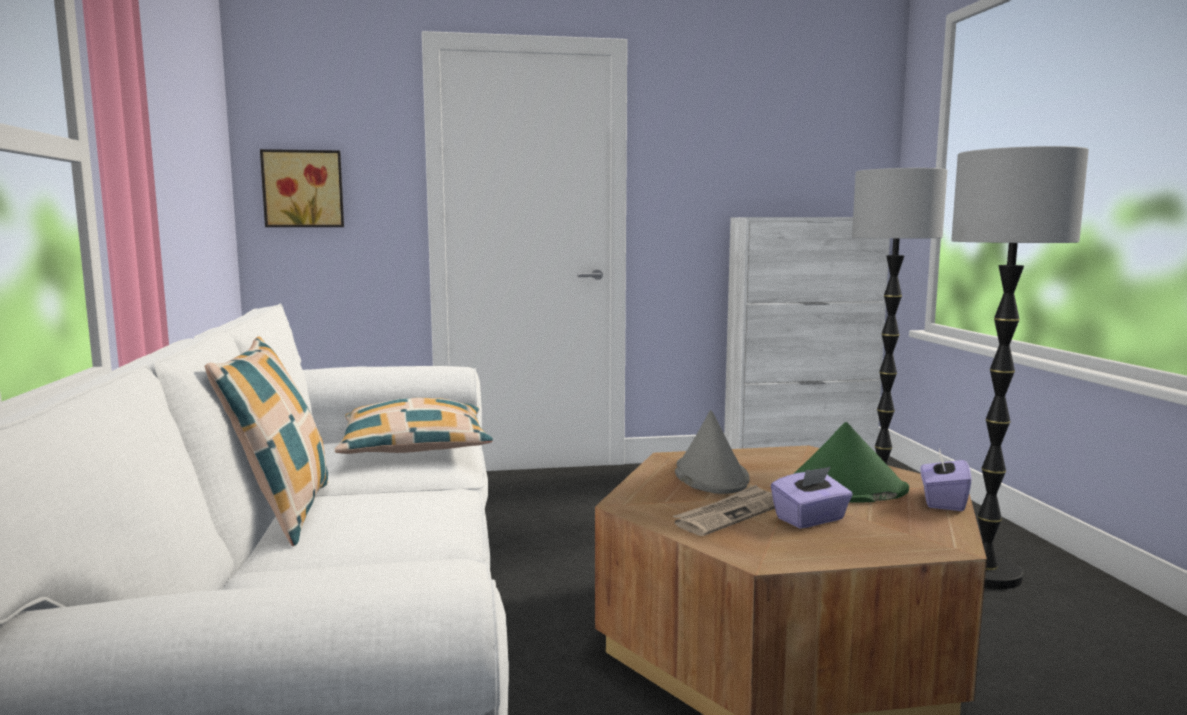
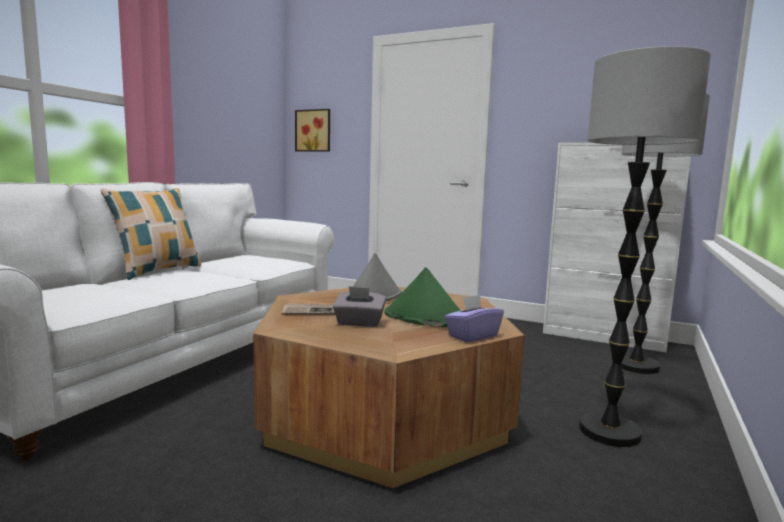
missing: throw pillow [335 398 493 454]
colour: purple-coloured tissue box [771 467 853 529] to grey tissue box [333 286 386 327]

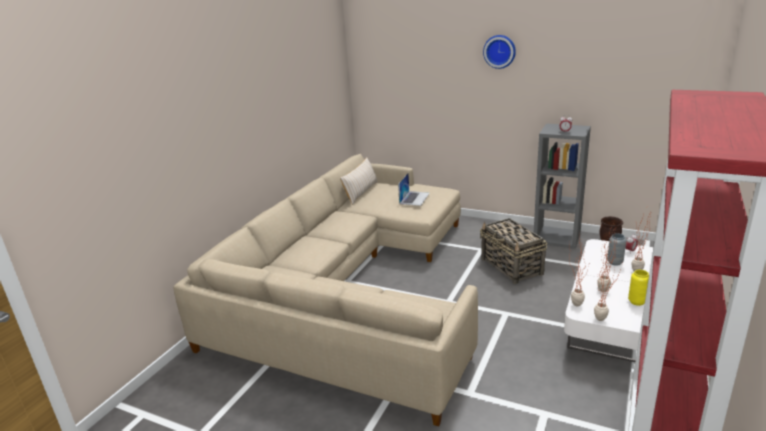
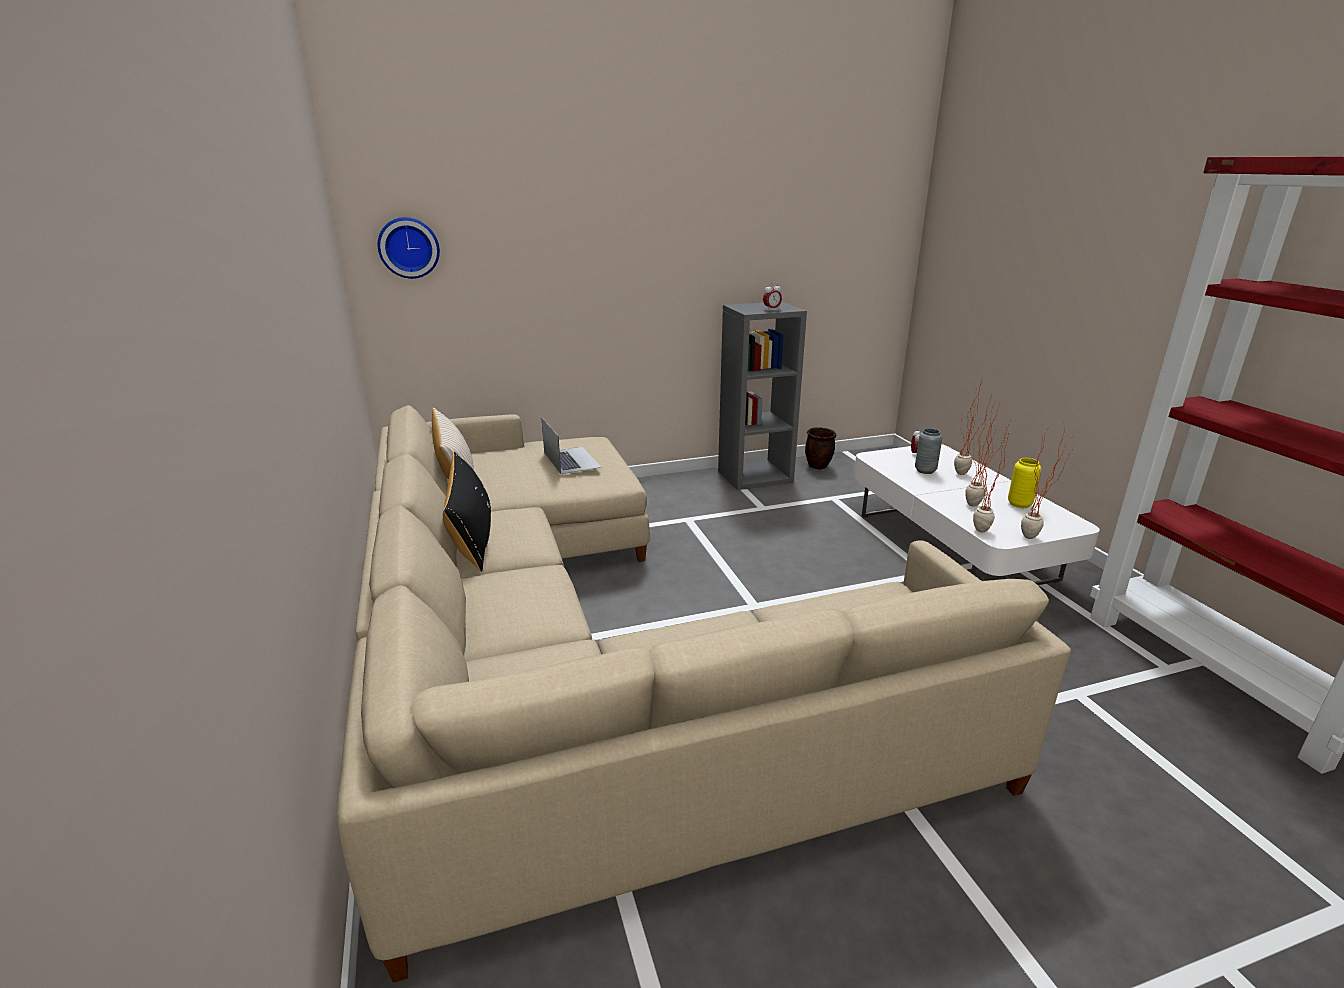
missing: household basket [480 218 547 284]
appeared: black-coloured throw pillow [443 452 491 572]
relocated: wall clock [483 35 516 69] to [378 217 440 279]

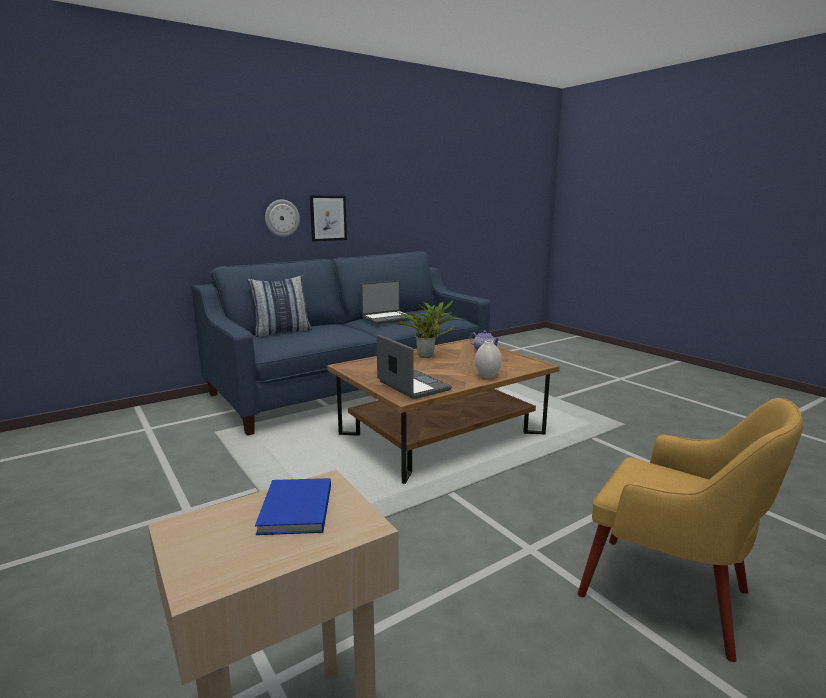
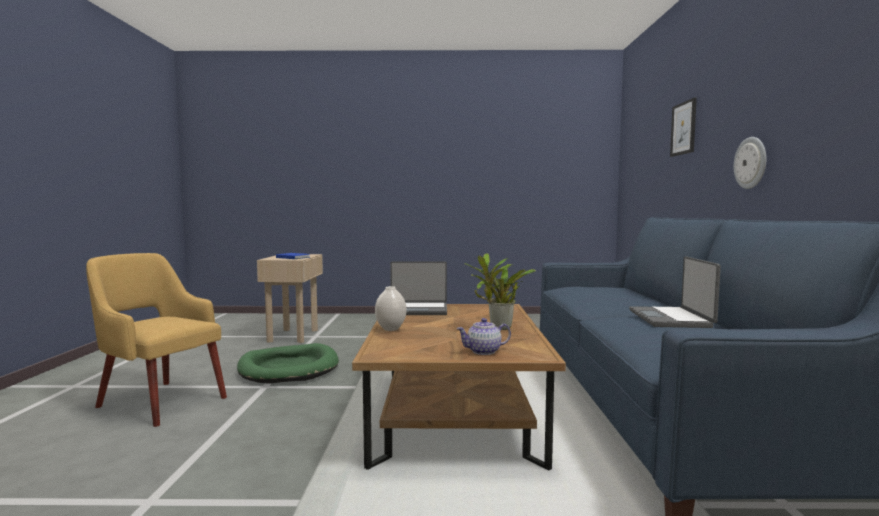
missing: throw pillow [247 275 312 337]
appeared: green pet bed [237 343 339 384]
relocated: wall picture [310 196 347 241] to [670 98 697 157]
spun: yellowish easy chair [578 398 803 662] = [86 253 227 427] 45 degrees clockwise

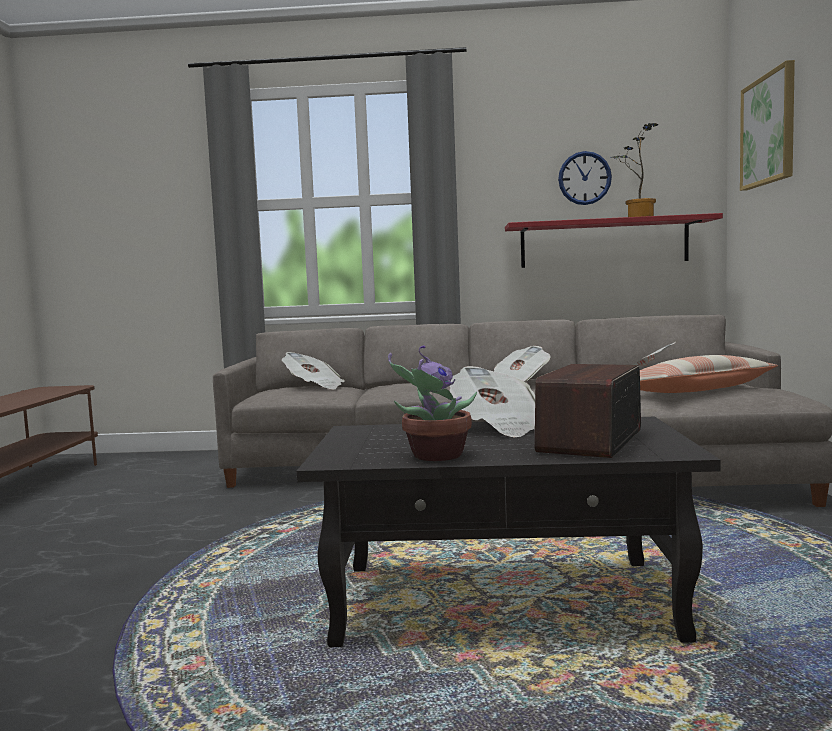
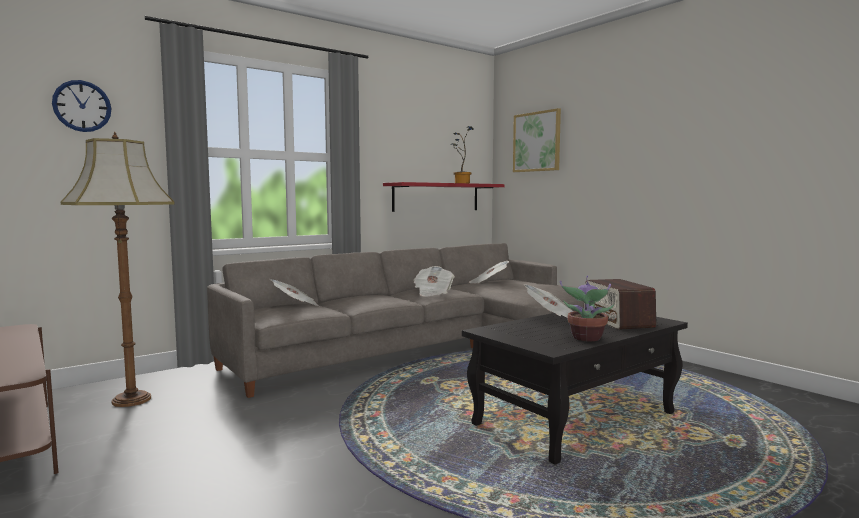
missing: throw pillow [640 355 778 393]
appeared: standard lamp [61 132 175 407]
relocated: wall clock [558 151 612 205] to [52 80 112 132]

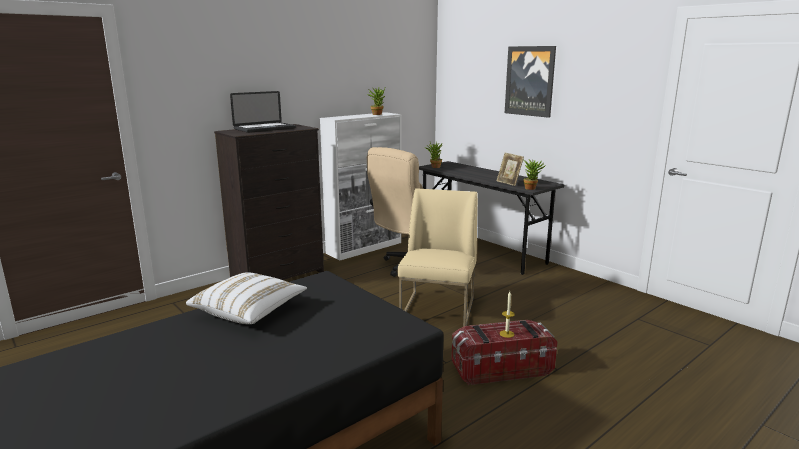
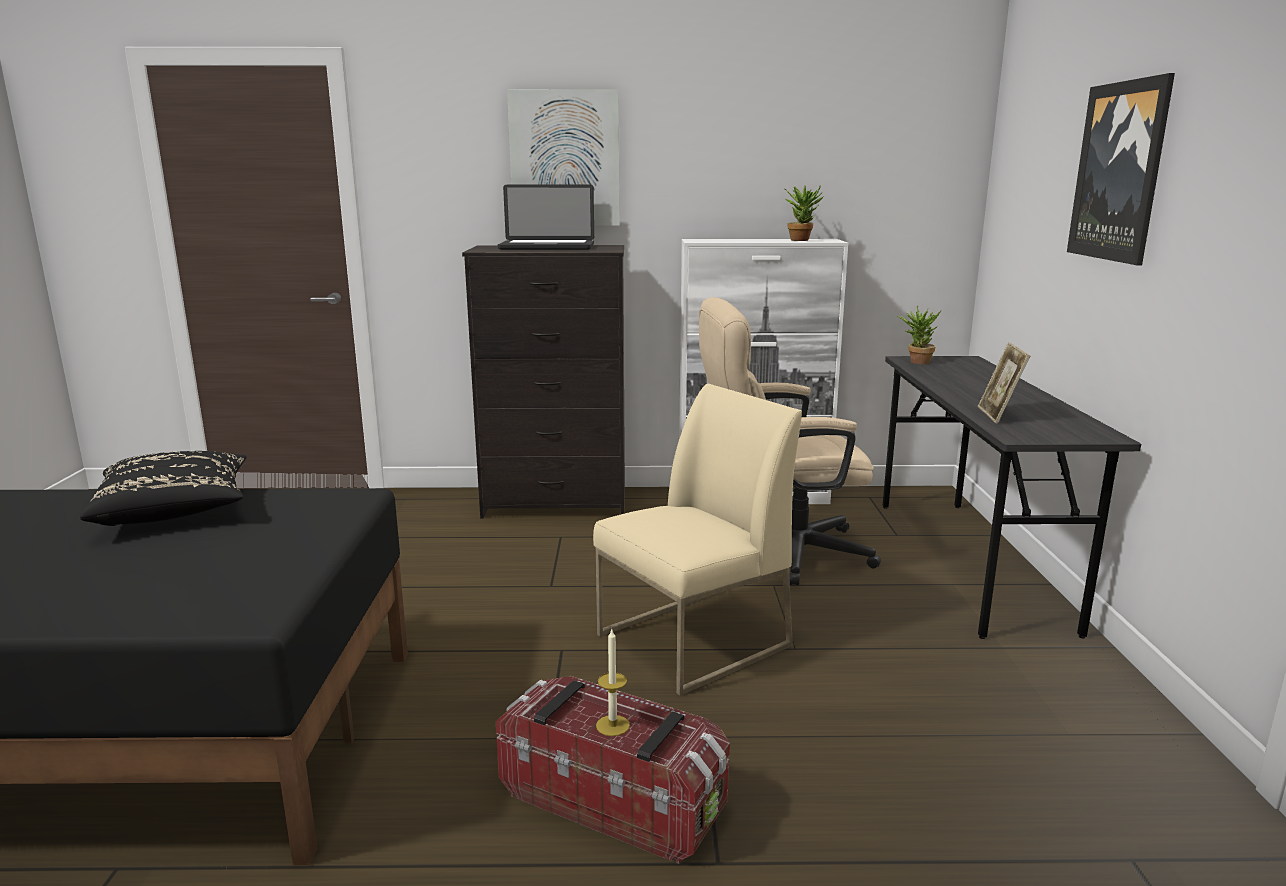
missing: potted plant [523 159 546 190]
appeared: wall picture [507 89 620 226]
colour: whitish throw pillow [186 272 307 324] to black-coloured throw pillow [80 451 246 526]

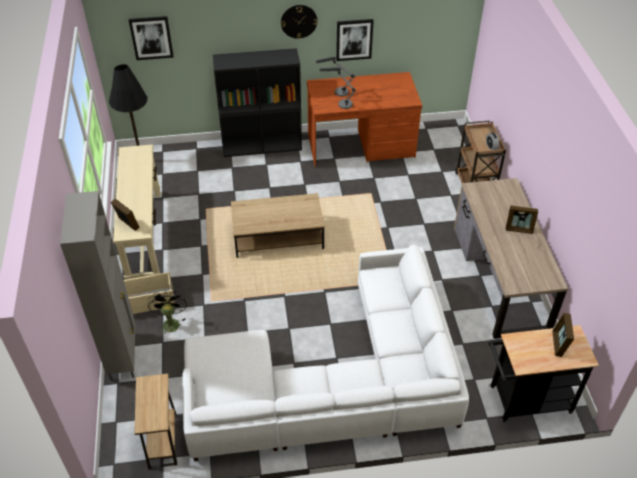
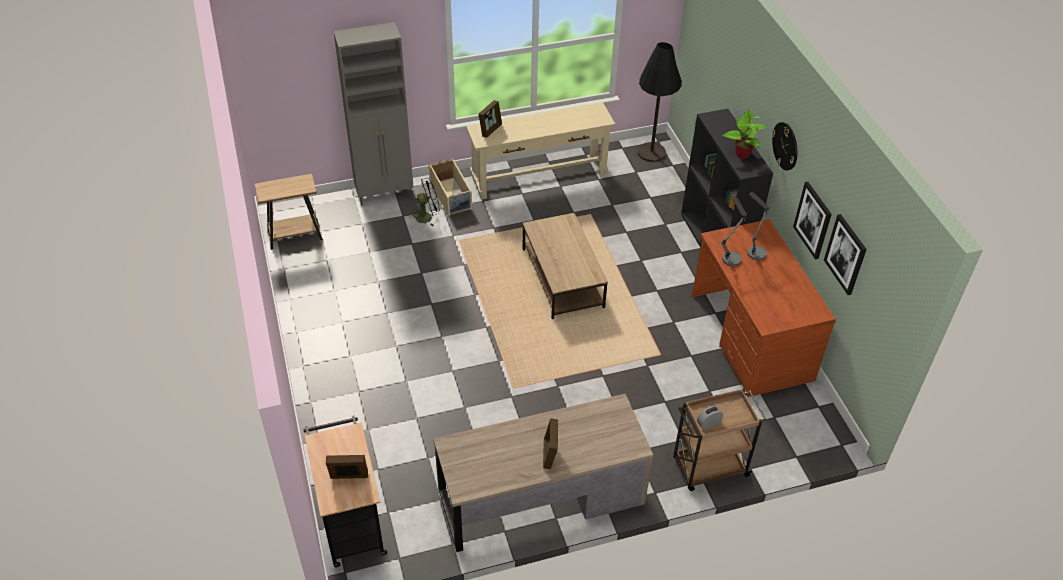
missing: whitish sofa [182 245 469 461]
appeared: potted plant [722 109 768 158]
relocated: wall picture [129 16 174 60] to [824 214 867 295]

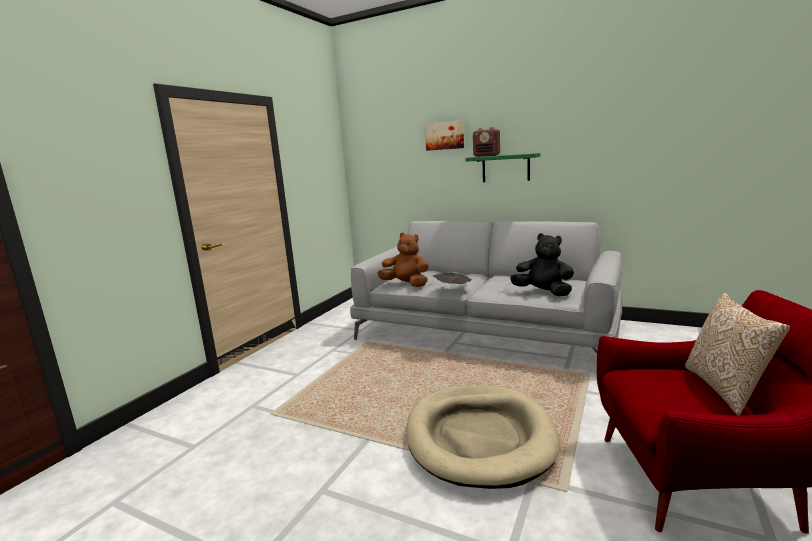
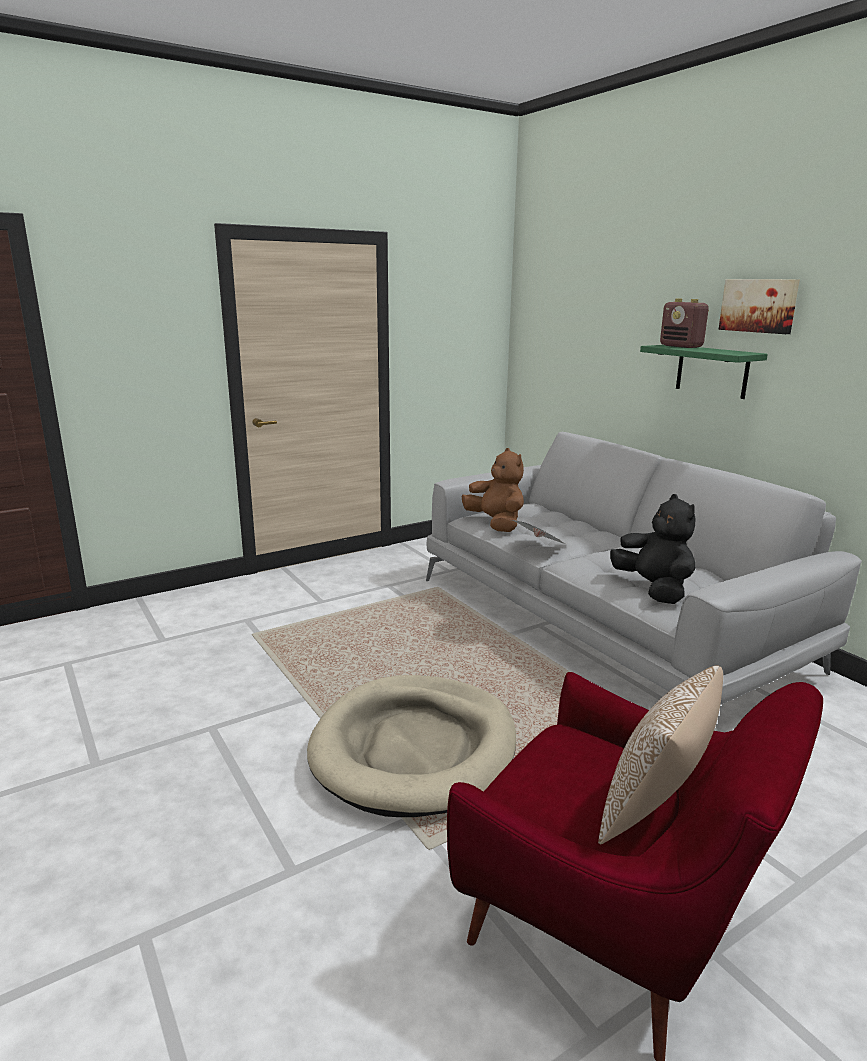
relocated: wall picture [425 120 464 151] to [718 279 800 334]

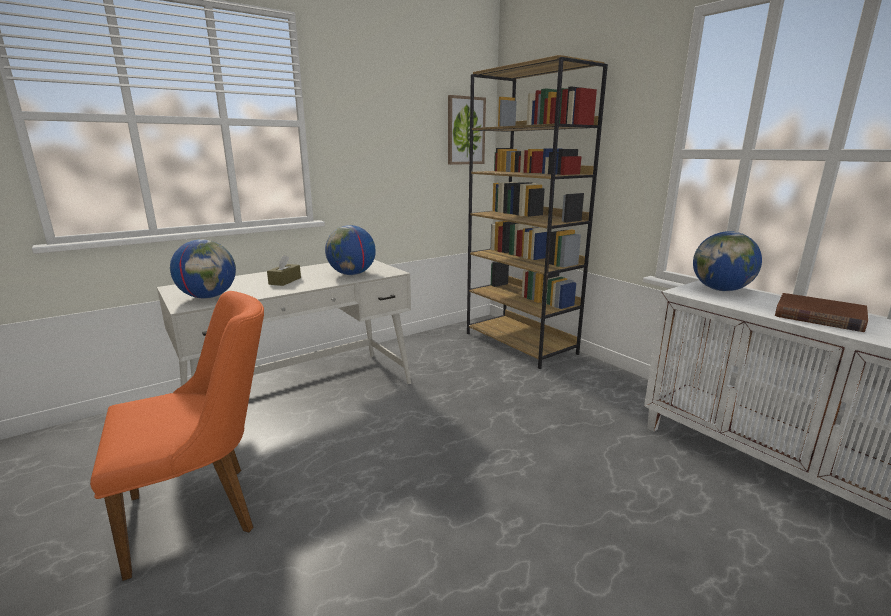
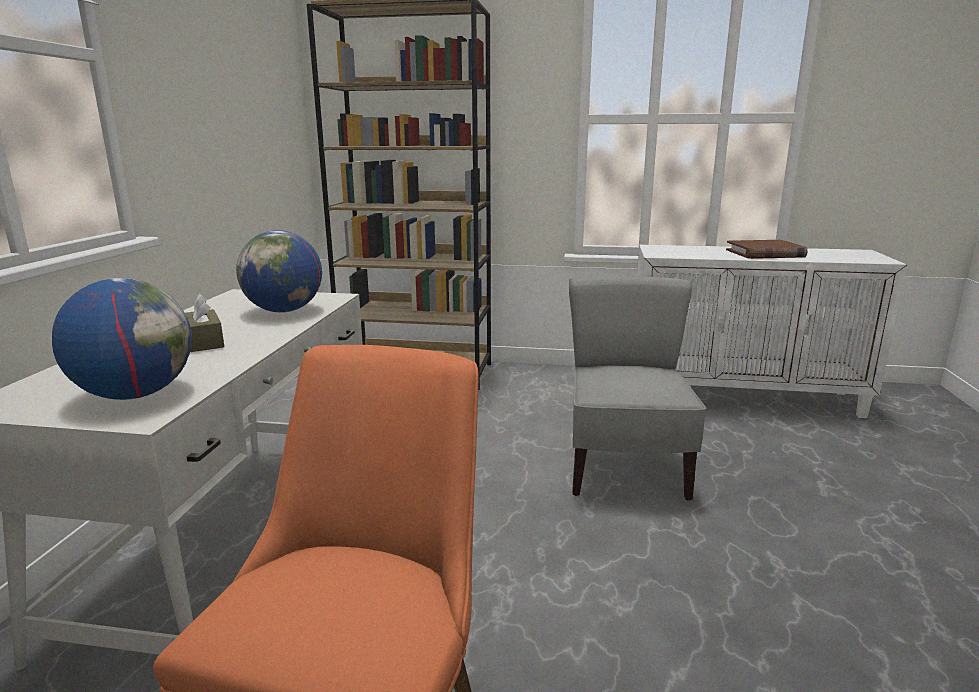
missing: wall picture [448 95 486 165]; desk globe [693 231 762 291]
appeared: grey upright chair [569 276 706 501]

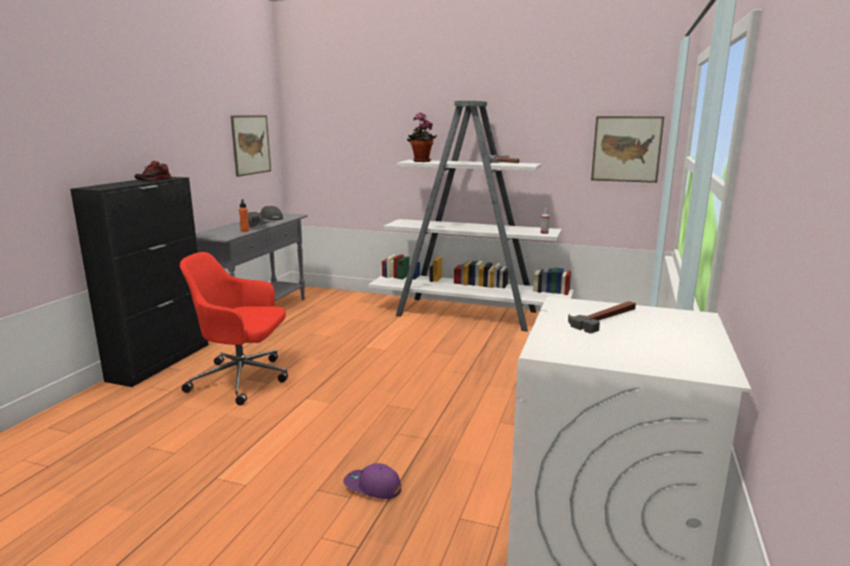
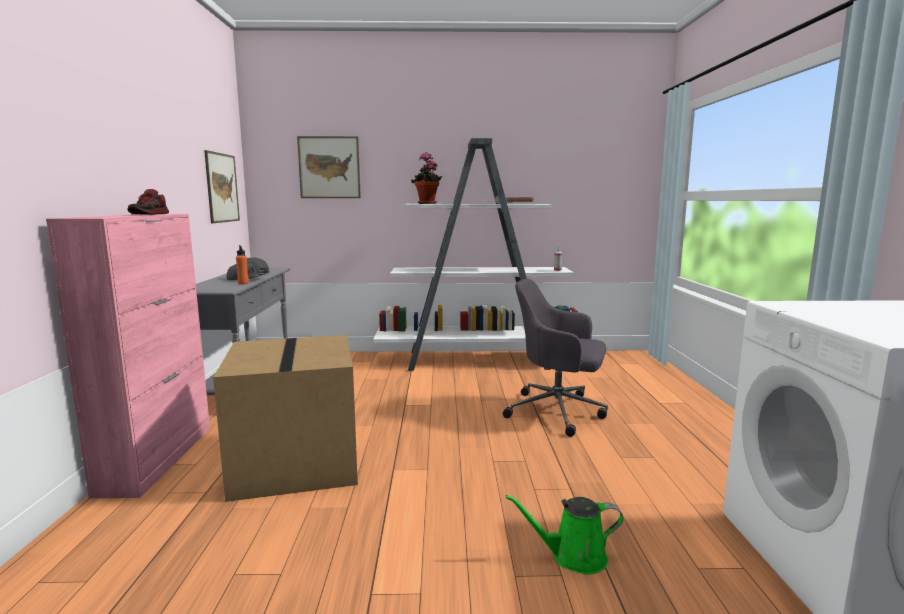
missing: hammer [568 301 636 334]
appeared: grey desk chair [503 279 608 437]
relocated: wall picture [591 116 664 183] to [297 136 361 198]
exchanged: red desk chair [180 252 288 405] to packing box [213 335 358 502]; purple-coloured peaked cap [343 463 401 499] to green watering can [506 495 624 575]
colour: black-coloured storage cabinet [70 177 209 387] to pink storage cabinet [46 214 210 498]

